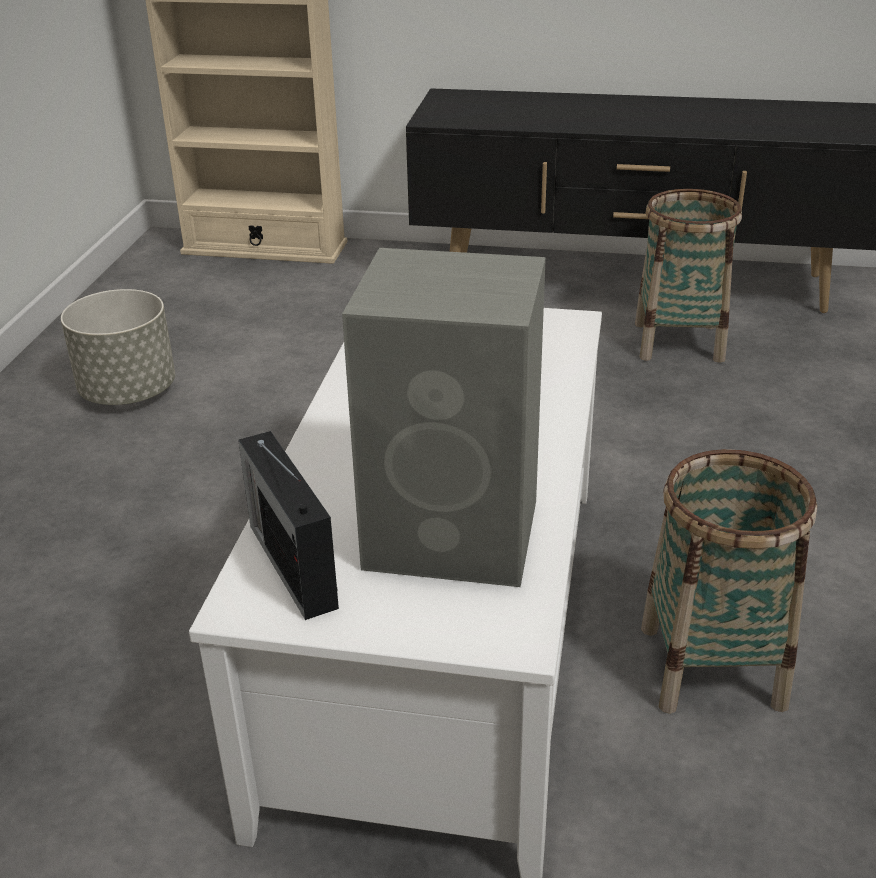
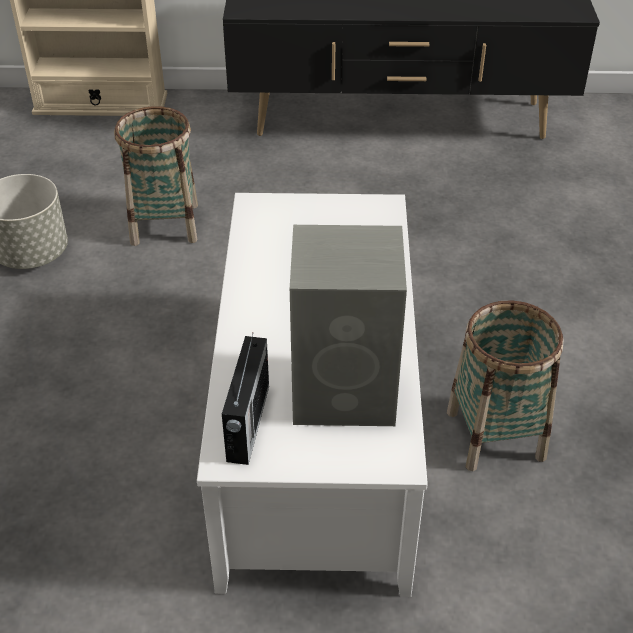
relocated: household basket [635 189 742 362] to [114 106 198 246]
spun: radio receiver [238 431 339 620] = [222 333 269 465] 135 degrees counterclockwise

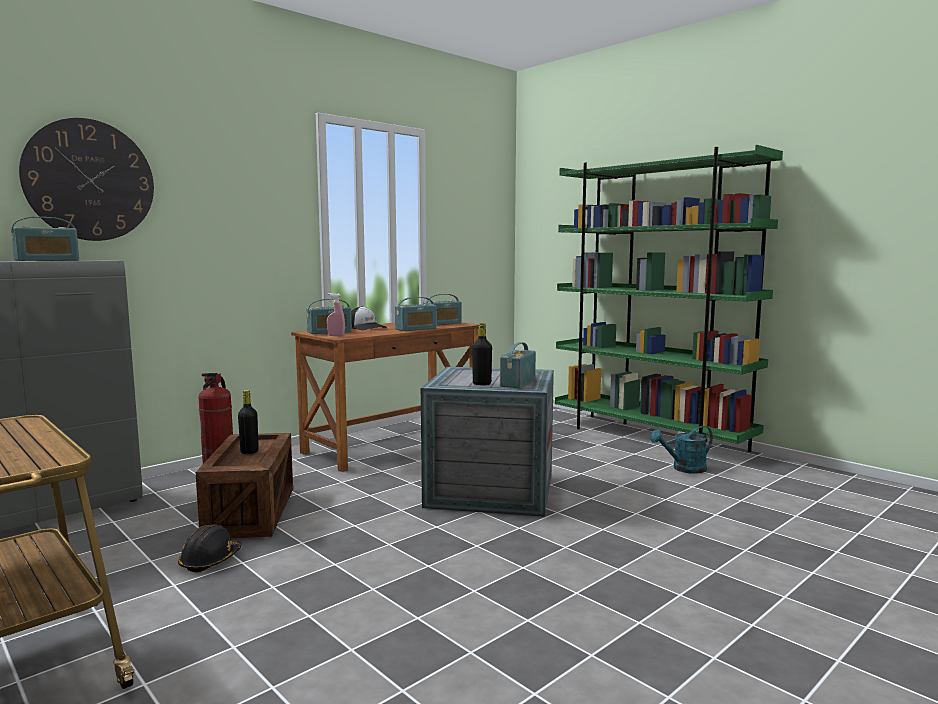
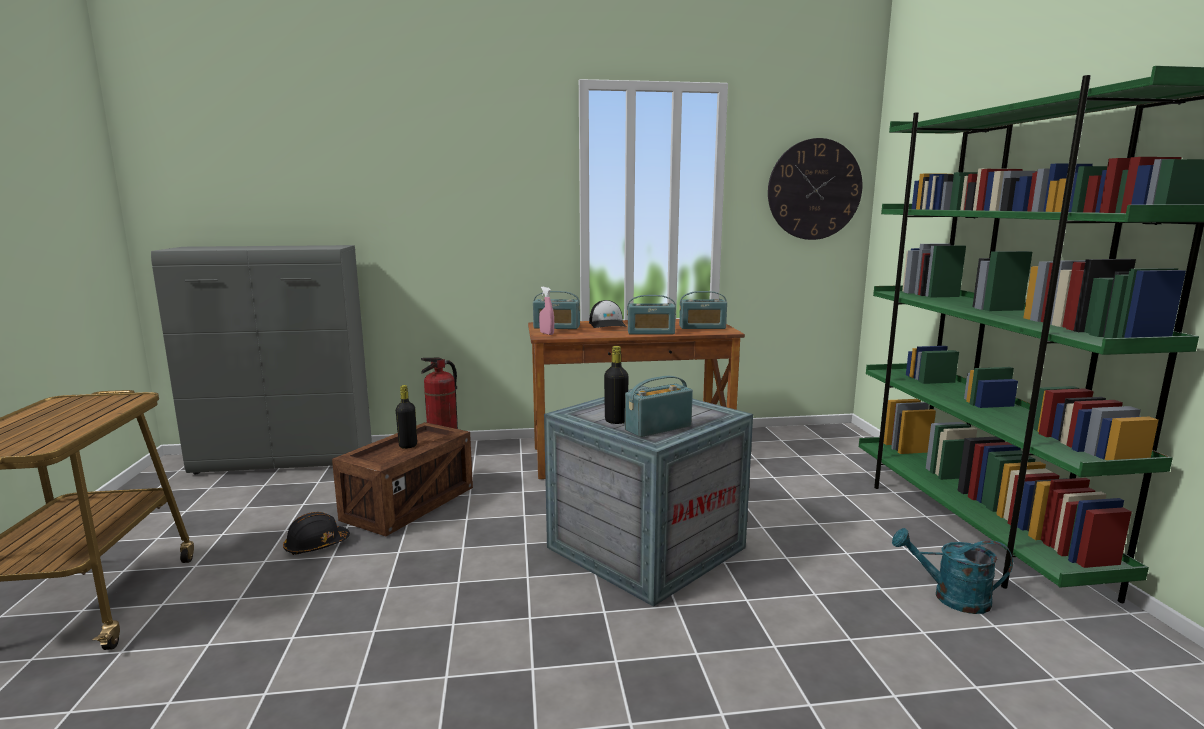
missing: radio receiver [11 217 79 261]
relocated: wall clock [19 118 154 241] to [768 138 862 240]

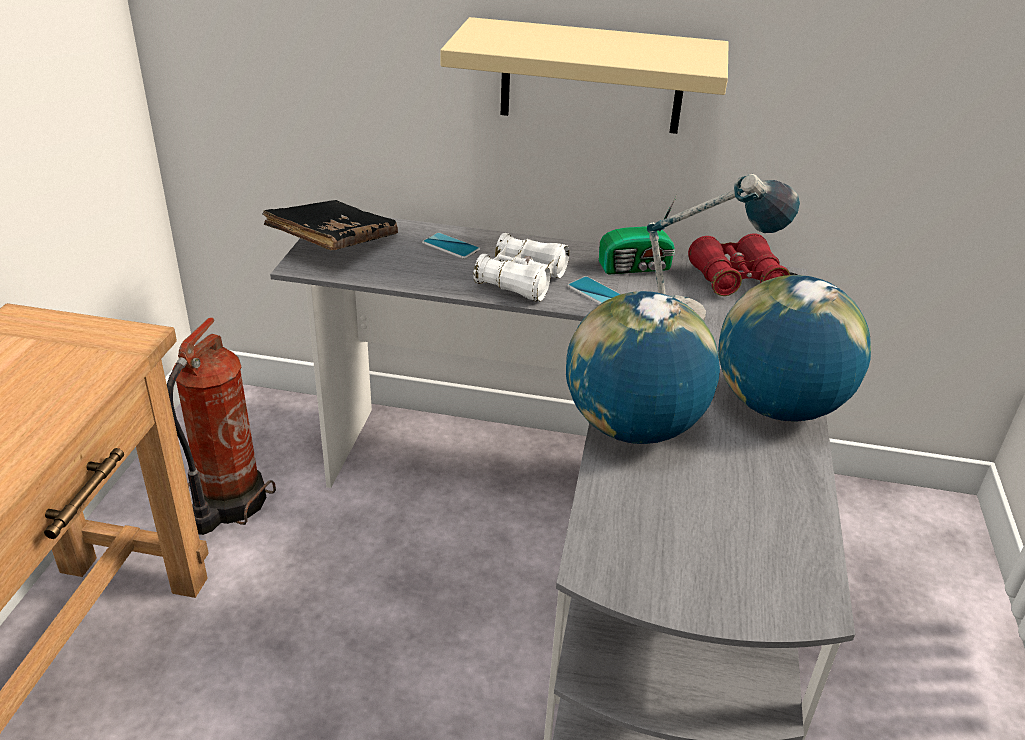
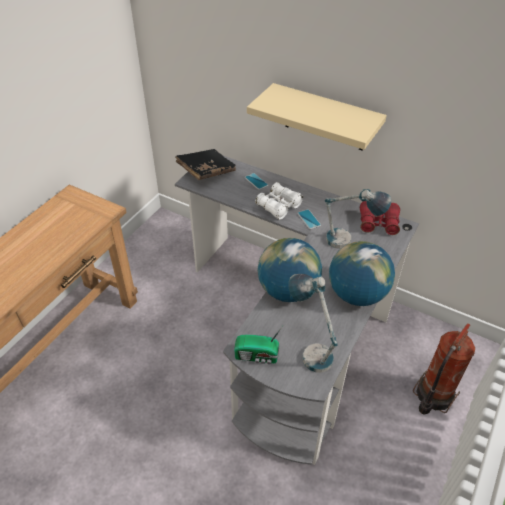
appeared: tabletop lamp [288 274 337 373]
relocated: radio receiver [599 195 677 274] to [234 326 283 364]; extinguisher [167 317 276 535] to [413 323 476 415]

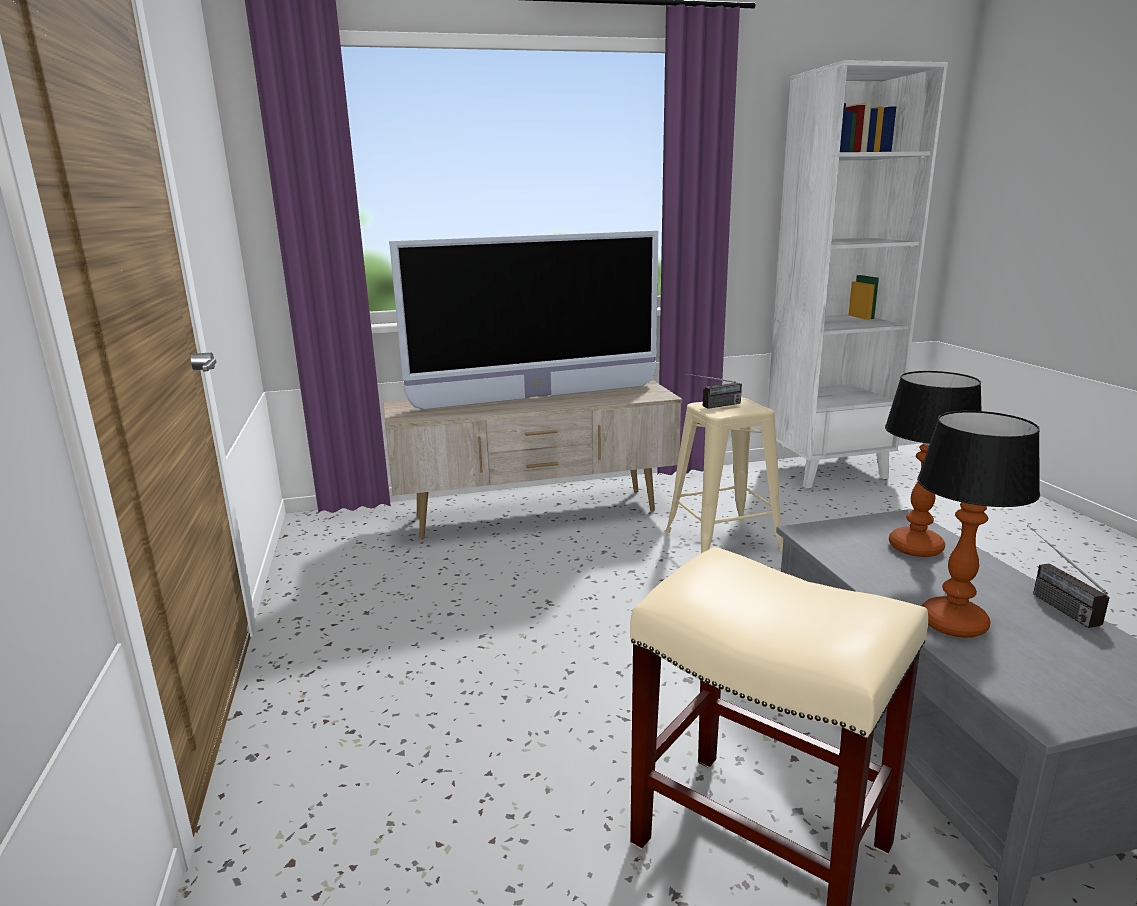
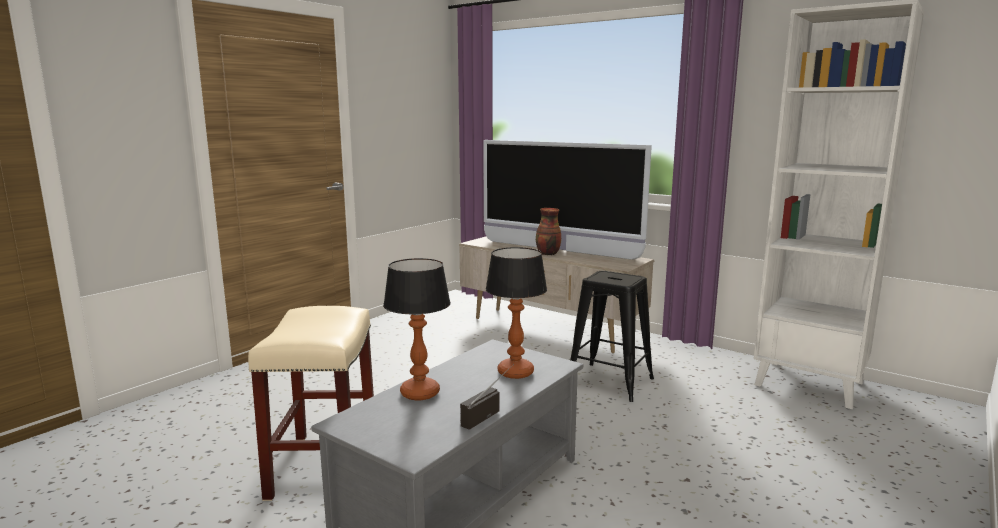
missing: radio receiver [688 374 742 409]
appeared: flower vase [536 208 561 255]
colour: sand-coloured stool [665 398 783 553] to black-coloured stool [570 271 654 402]

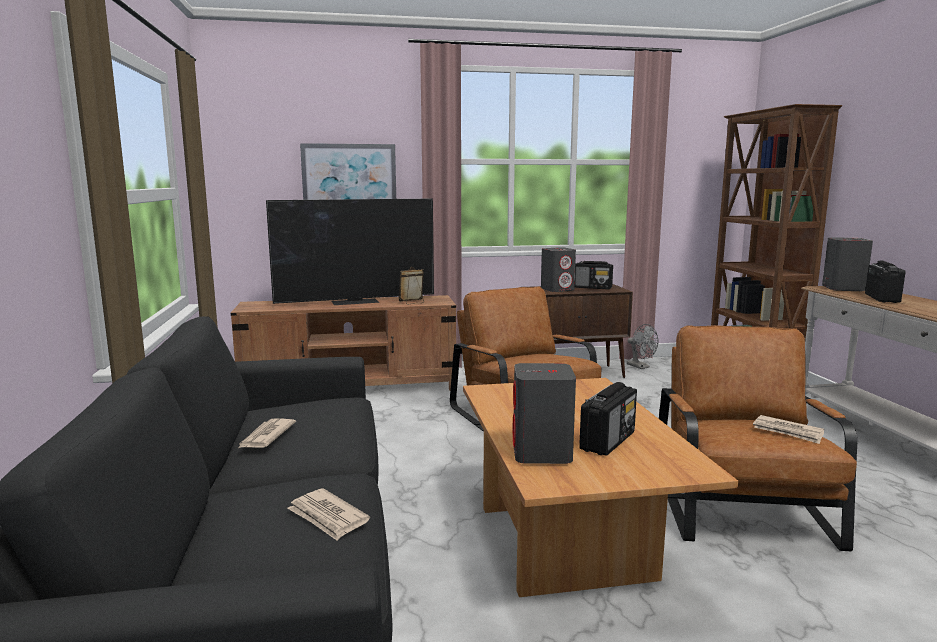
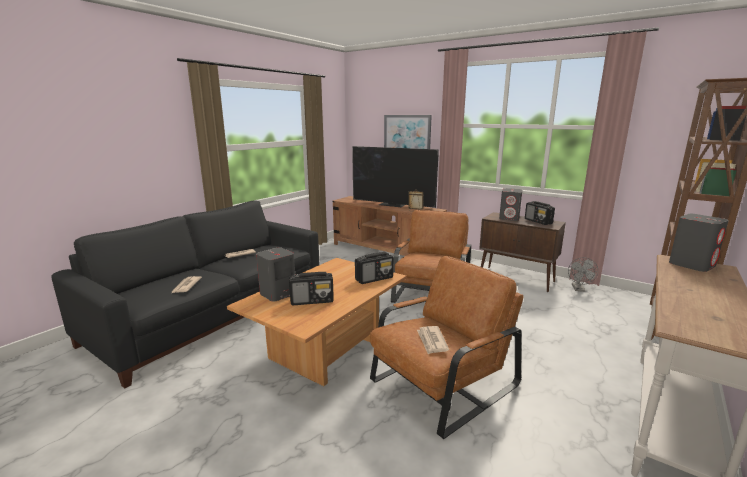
relocated: radio receiver [865 261 906 303] to [355 252 393 284]

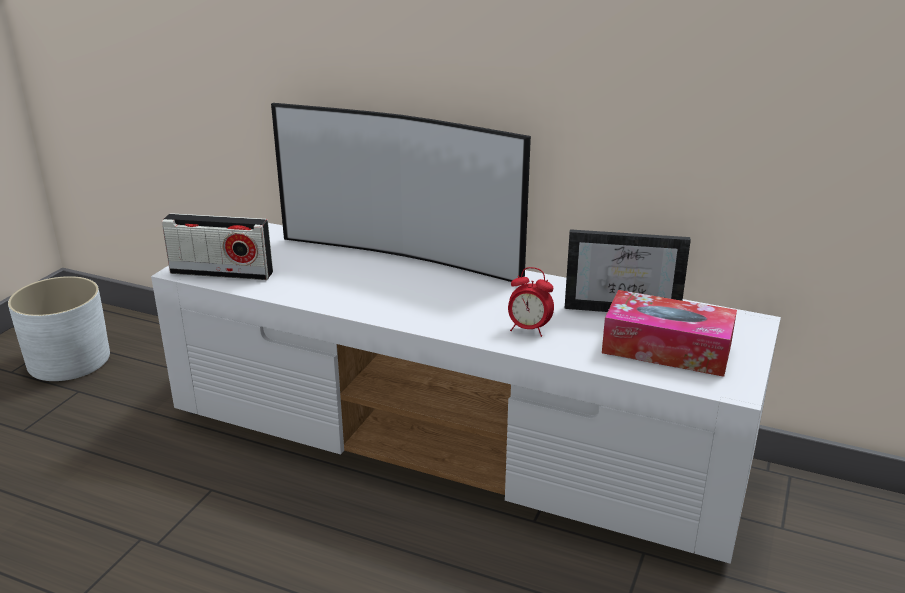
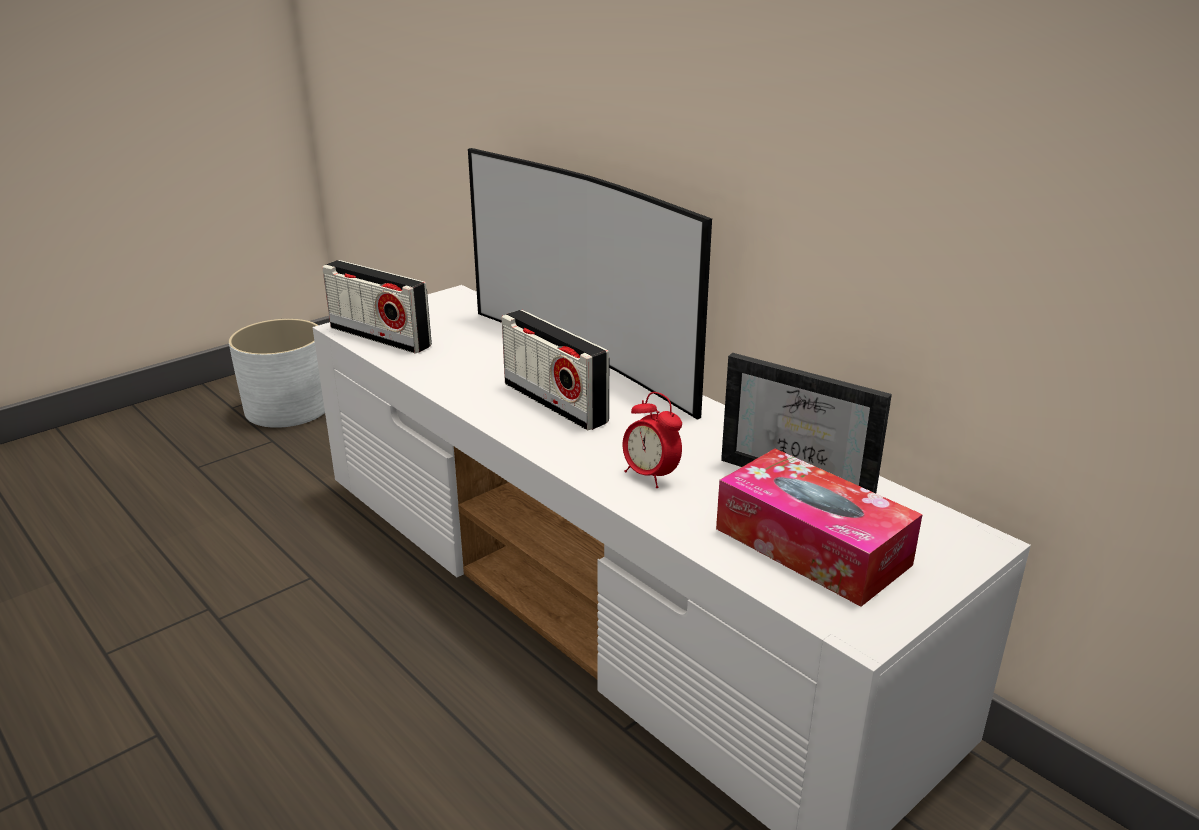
appeared: radio receiver [502 310 609 431]

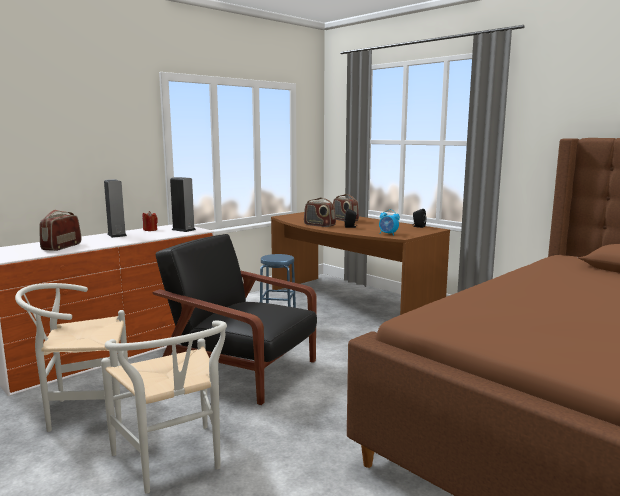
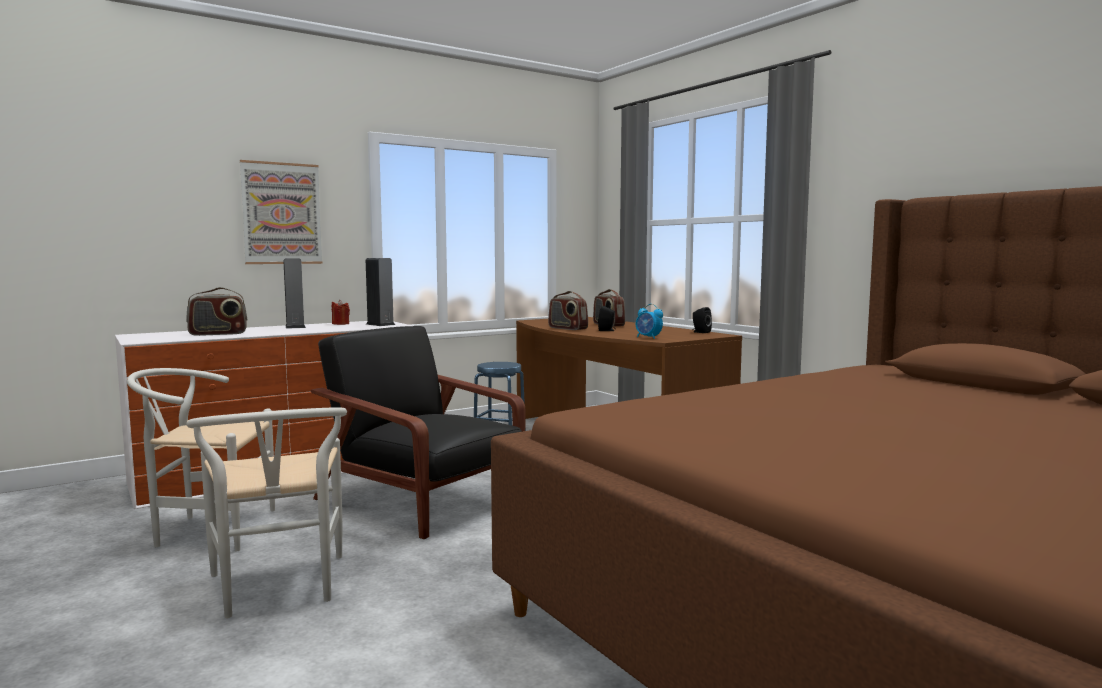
appeared: wall picture [240 160 323 264]
spun: radio receiver [39 210 81 251] = [186 287 247 336] 135 degrees counterclockwise

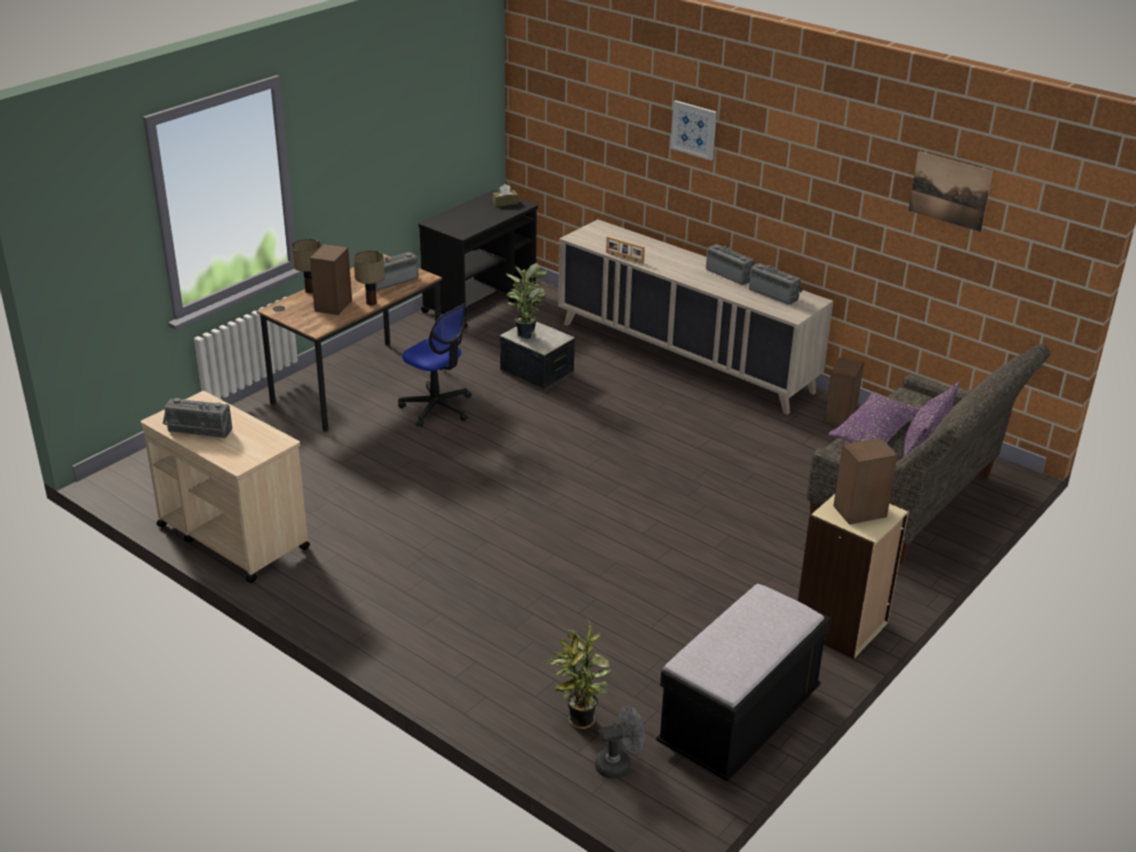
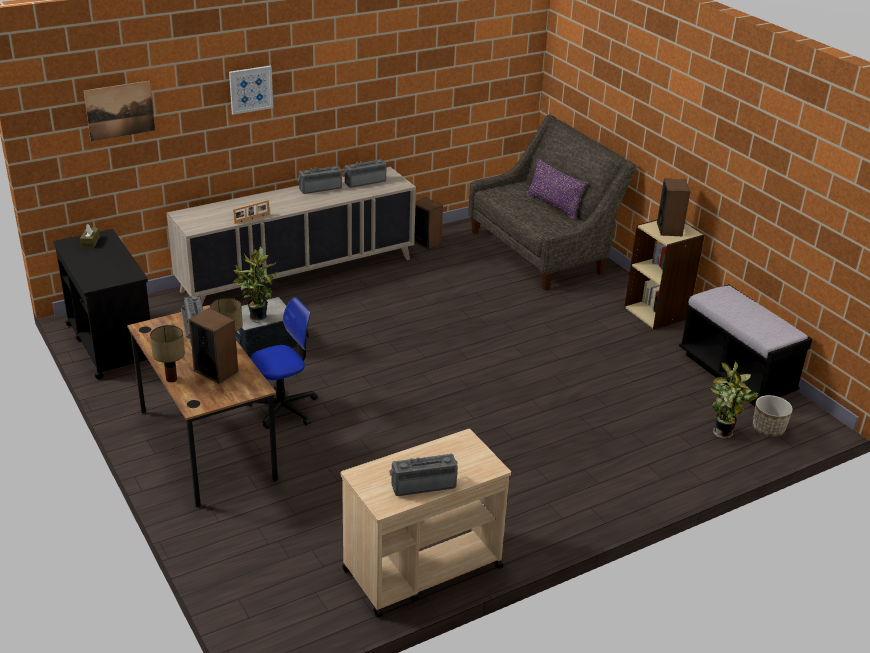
missing: purple-coloured throw pillow [828 392 921 443]
relocated: wall picture [909 151 993 232] to [84 81 155 141]
exchanged: grey cooling fan [595 705 645 779] to planter [753 395 793 437]
spun: radio receiver [163 398 232 438] = [389 453 458 496] 135 degrees counterclockwise

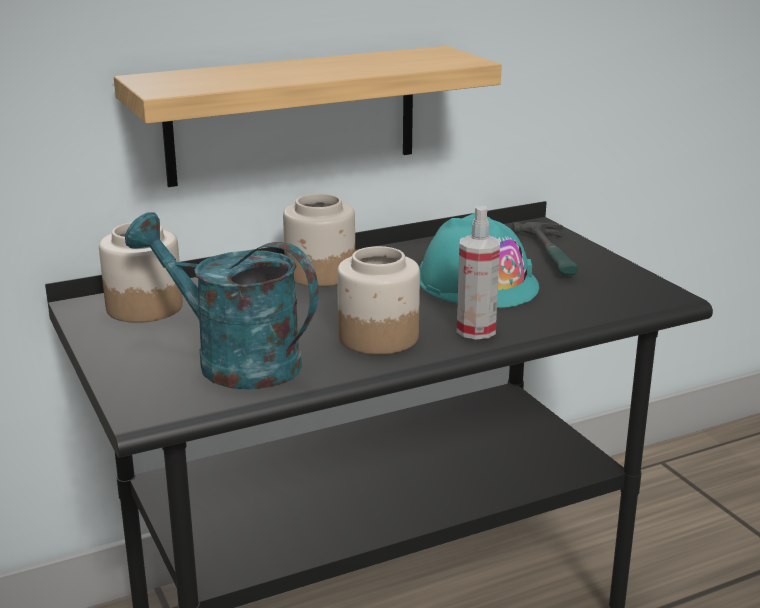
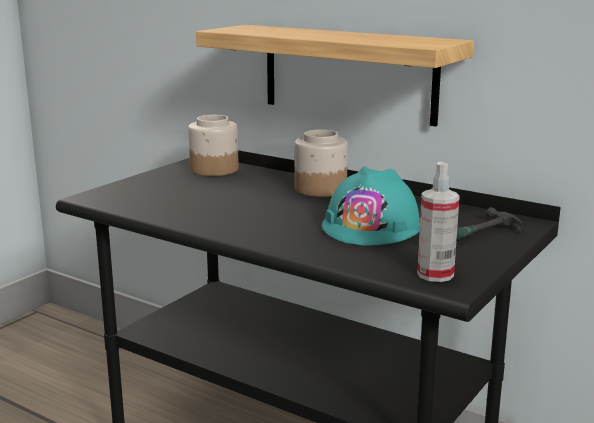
missing: blue-green watering can [125 212 319 390]; jar [337 246 420 354]
relocated: sprayer [457 206 500 340] to [417 162 460 282]

